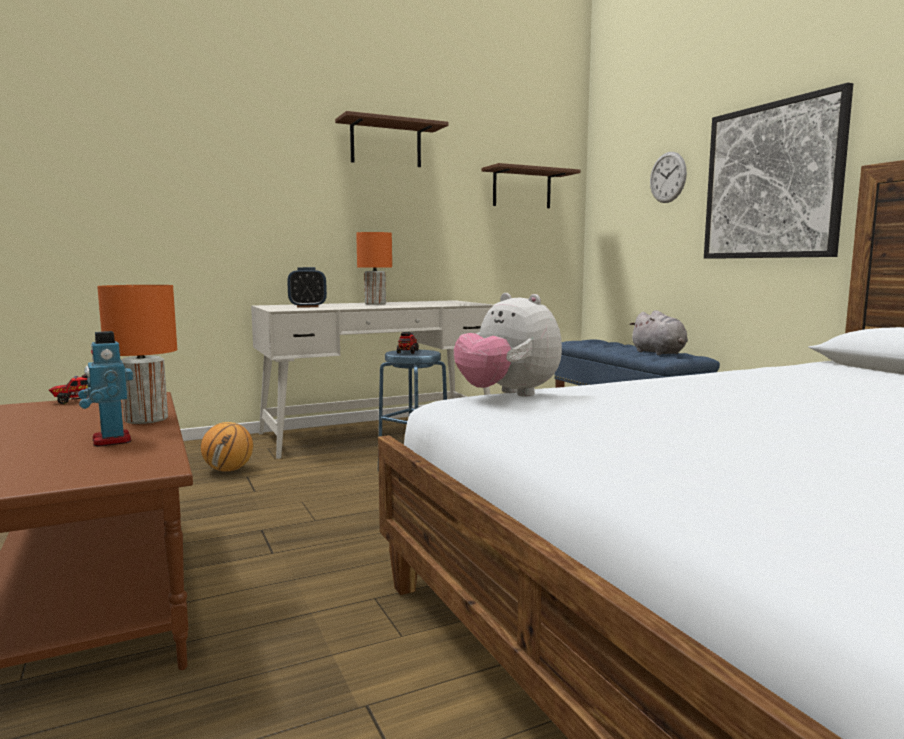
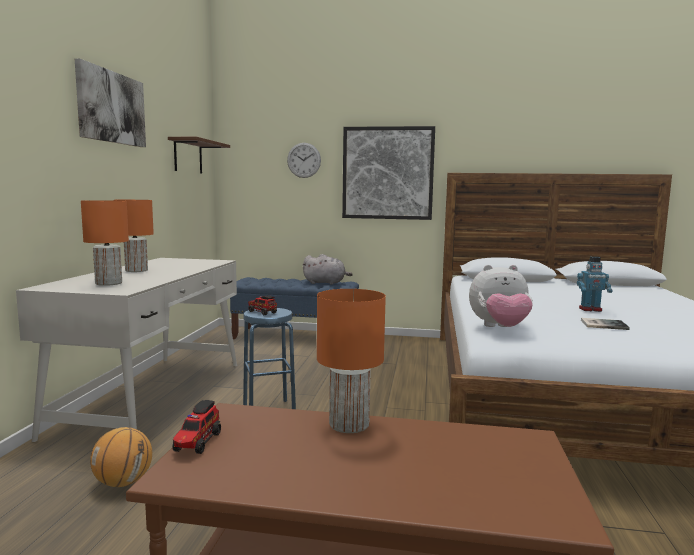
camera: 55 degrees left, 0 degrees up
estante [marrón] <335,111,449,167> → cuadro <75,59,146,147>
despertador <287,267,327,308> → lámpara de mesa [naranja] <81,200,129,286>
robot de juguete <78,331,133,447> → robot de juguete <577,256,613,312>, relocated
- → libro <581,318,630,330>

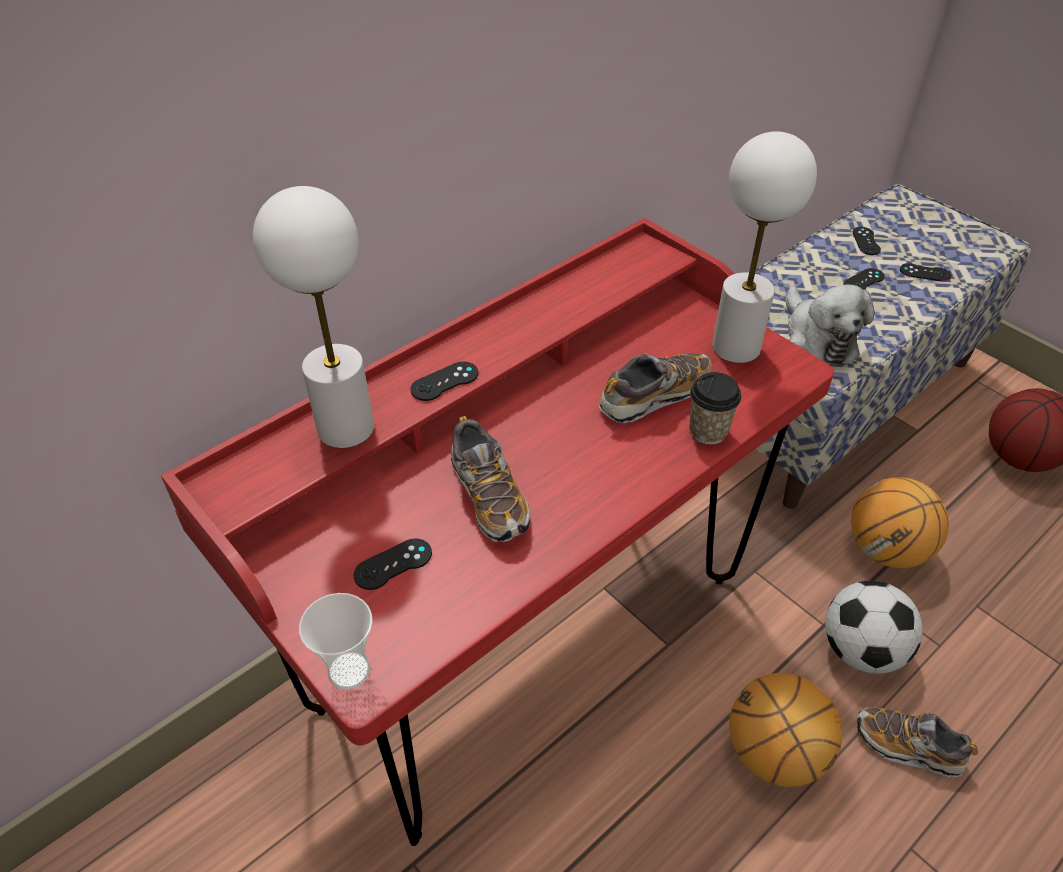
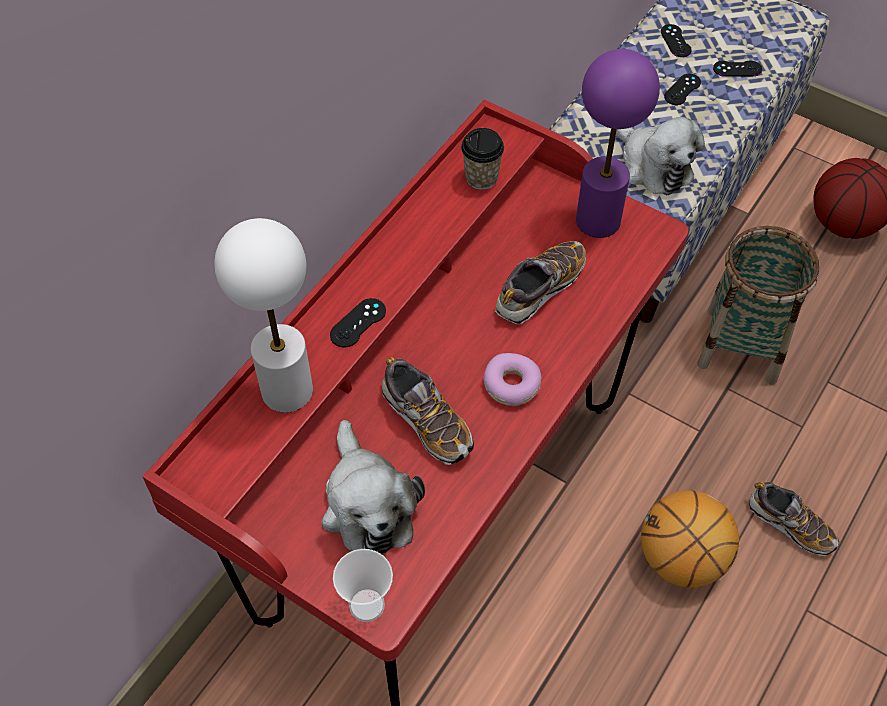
camera: 15 degrees left, 10 degrees up
lámpara de mesa [blanco] <712,131,817,363> → lámpara de mesa [morado] <576,49,660,238>
taza <690,372,741,444> → taza <461,128,504,190>, relocated
balón de baloncesto <851,477,949,568> → cesta <697,226,819,385>
mando de consola [negro] <354,538,432,590> → peluche <322,420,425,554>
balón de fútbol <825,581,923,674> → -
zapato <857,707,978,777> → zapato <749,482,839,556>, 150 degrees counterclockwise
- → rosquilla <483,353,542,406>

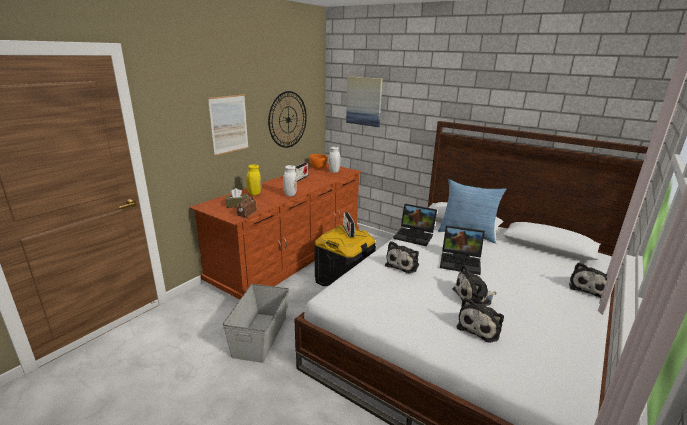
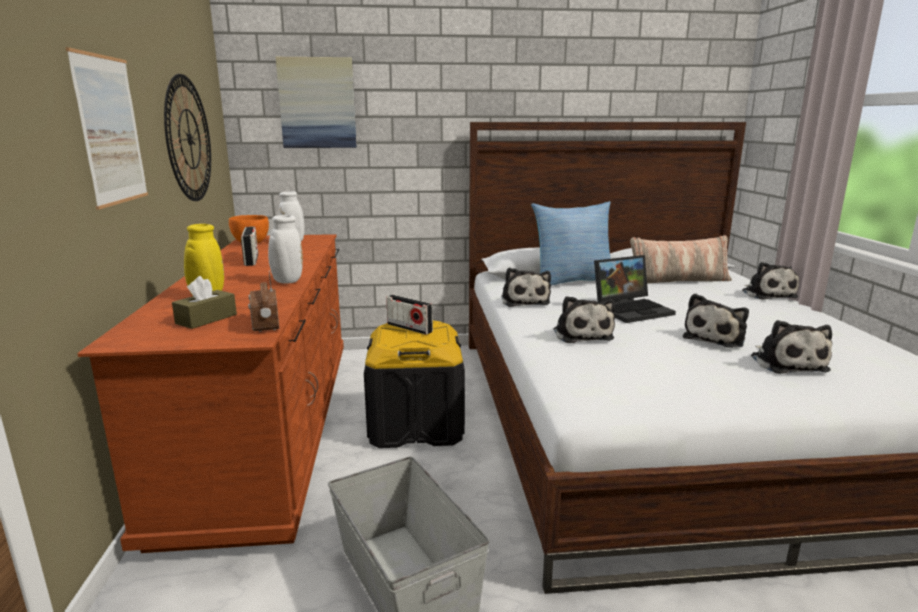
camera: 40 degrees left, 5 degrees down
portátil <393,204,437,246> → peluche <501,268,551,307>
- → cojín <630,235,732,283>

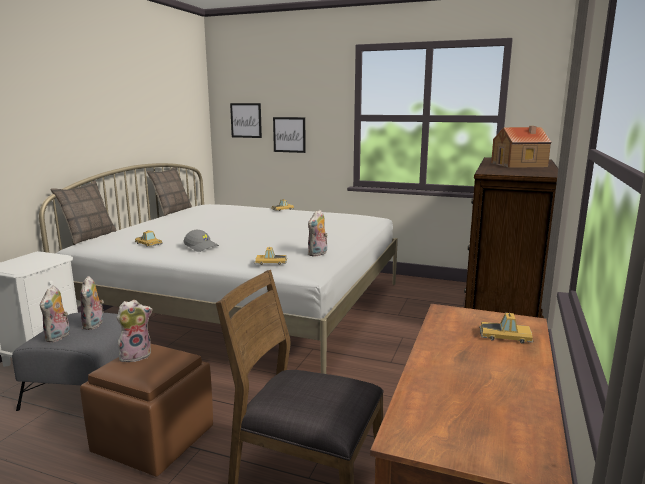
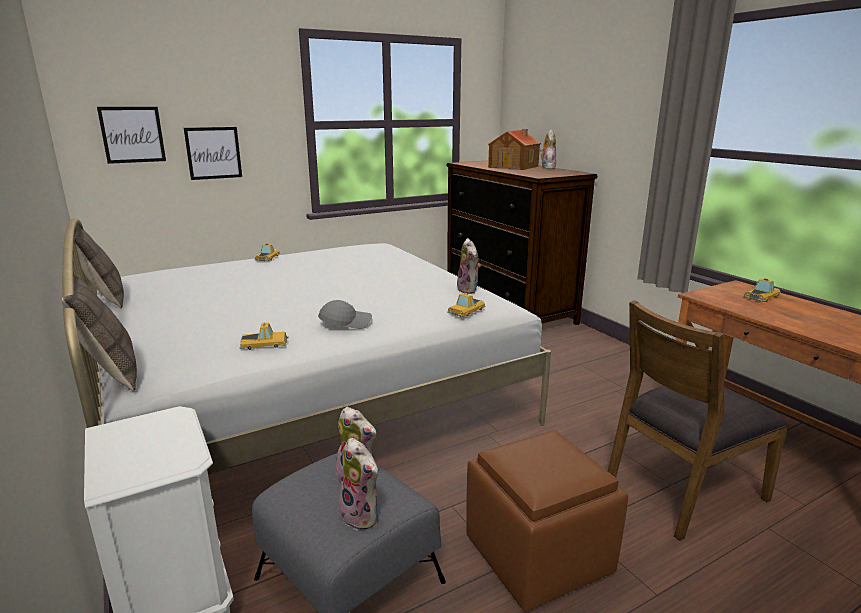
camera: 50 degrees left, 5 degrees up
peluche <117,300,153,364> → peluche <540,130,556,169>, relocated

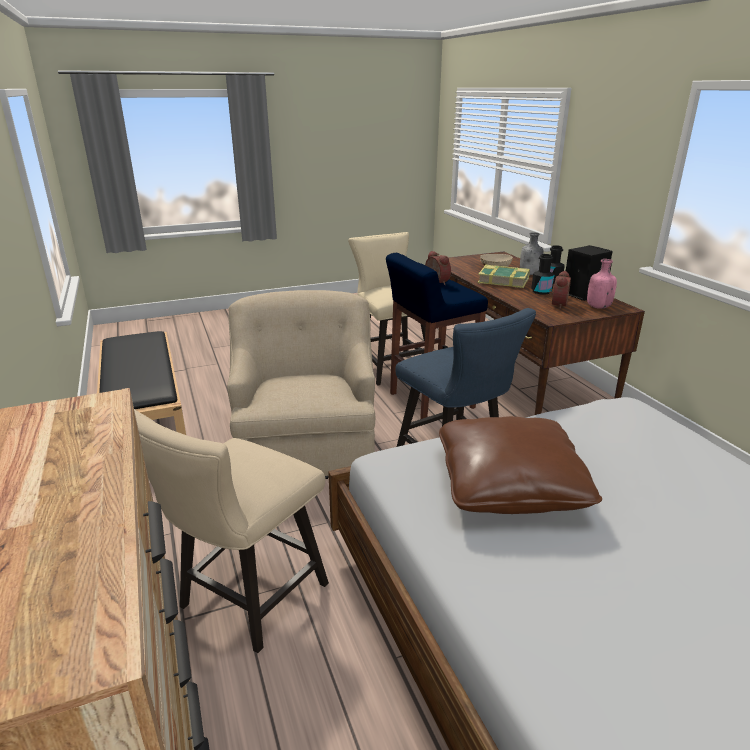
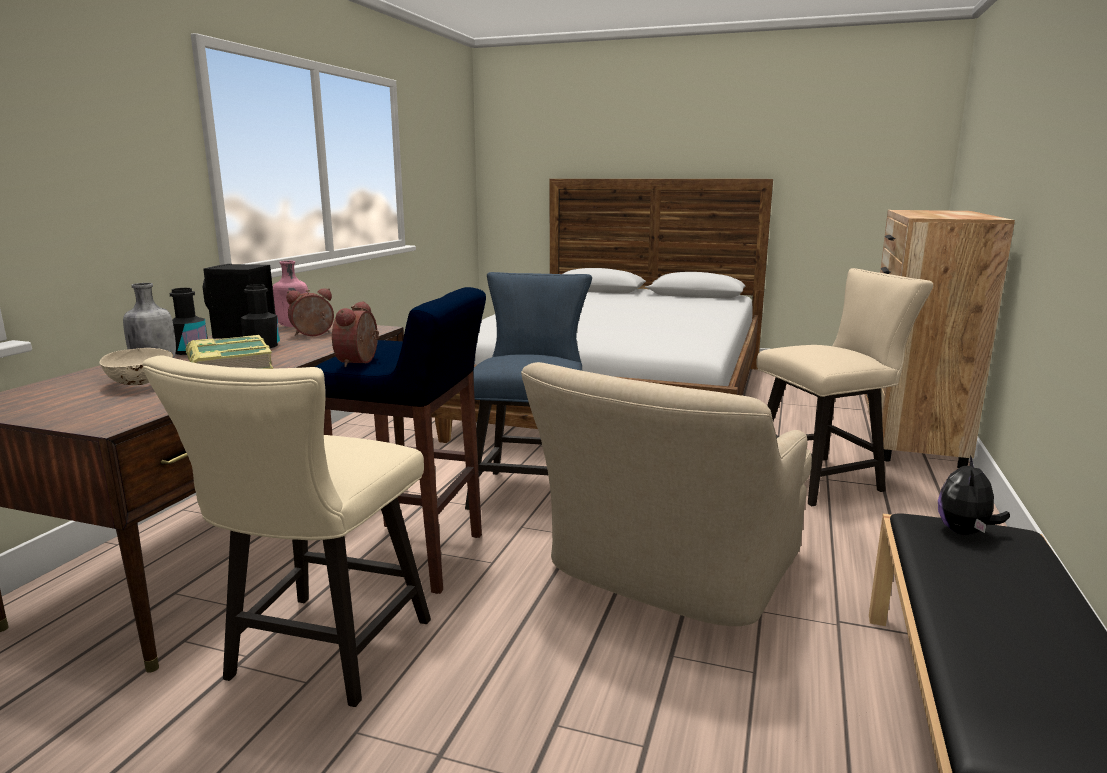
camera: 140 degrees left, 10 degrees down
cojín [marrón] <439,416,602,514> → -
- → peluche <938,455,1010,535>

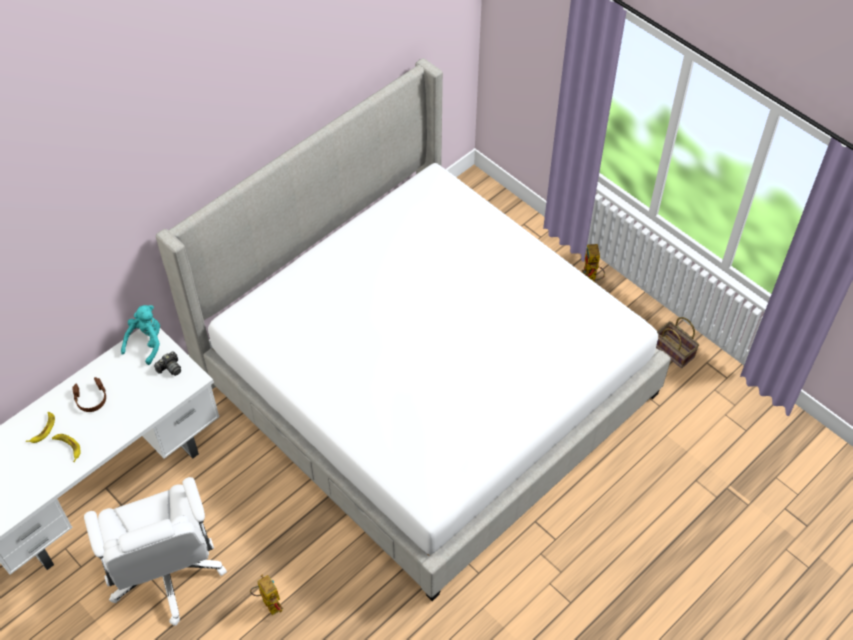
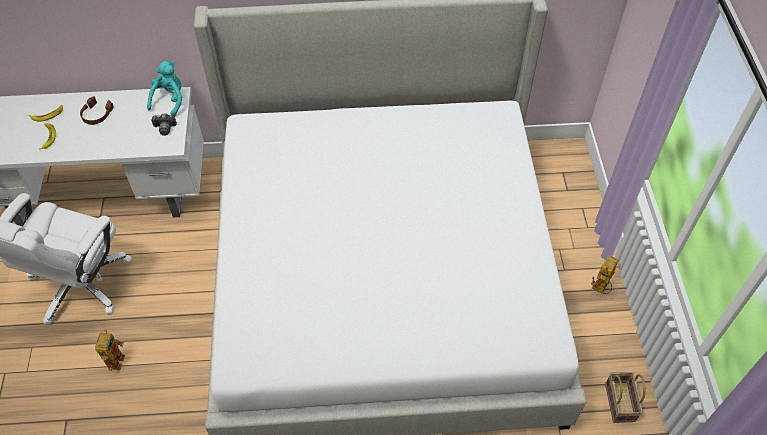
camera: 40 degrees right, 0 degrees up
peluche [turquesa] <121,305,160,365> → peluche [turquesa] <147,61,182,117>, 45 degrees counterclockwise

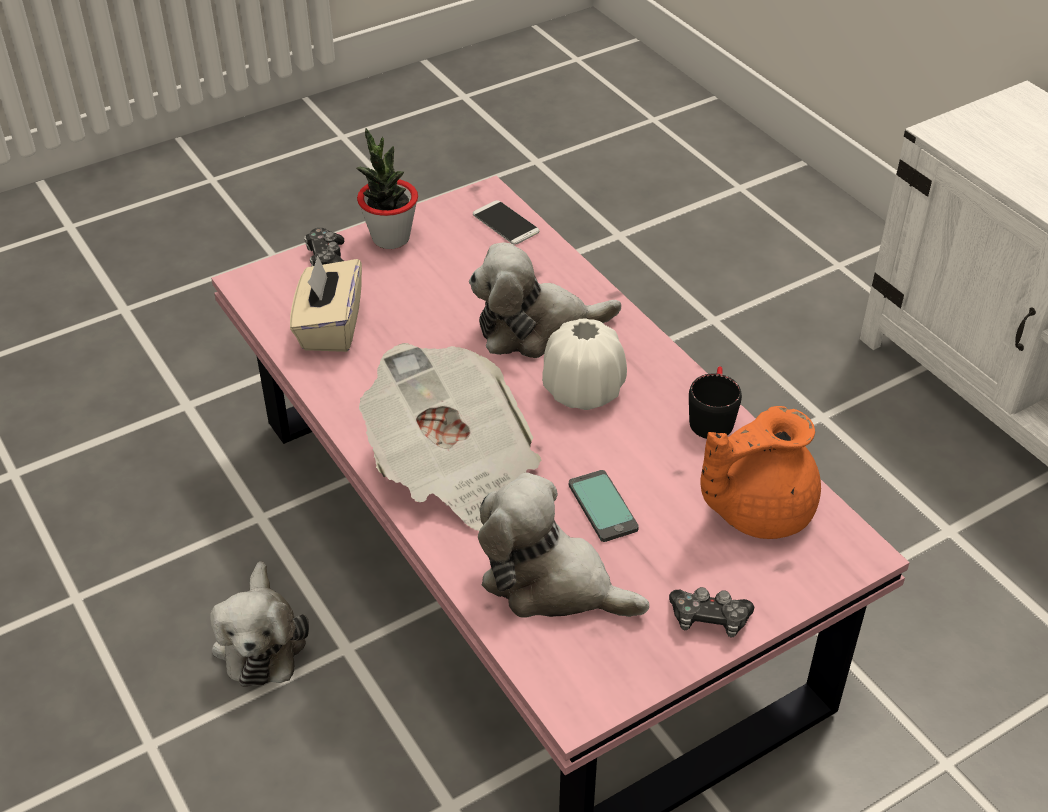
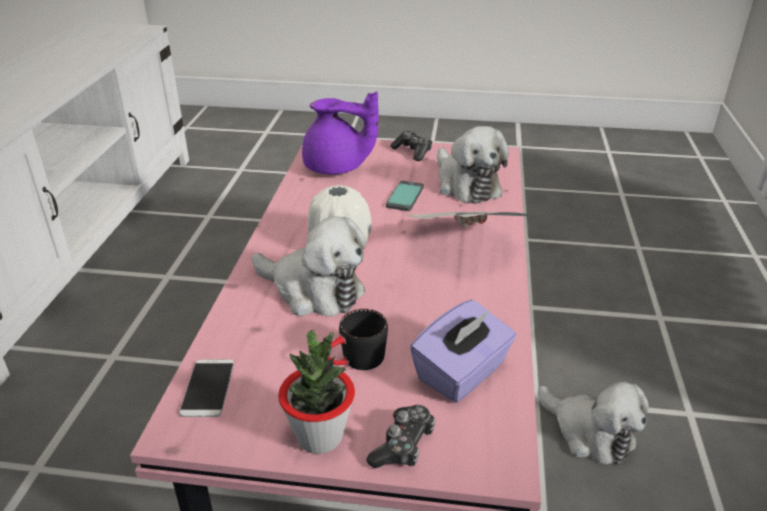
camera: 140 degrees left, 10 degrees down
caja de pañuelos [beis] <290,255,362,352> → caja de pañuelos [morado] <410,300,517,402>
taza grande [negro] <689,366,742,439> → taza grande [negro] <328,309,388,370>, relocated
tetera [naranja] <700,406,821,539> → tetera [morado] <302,92,379,174>
peluche <210,561,309,687> → peluche <538,381,649,465>, 105 degrees clockwise

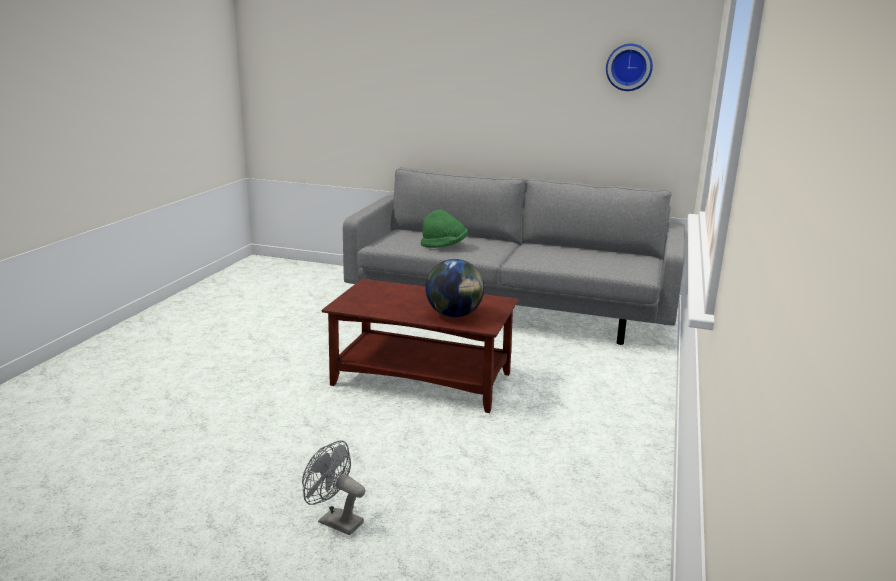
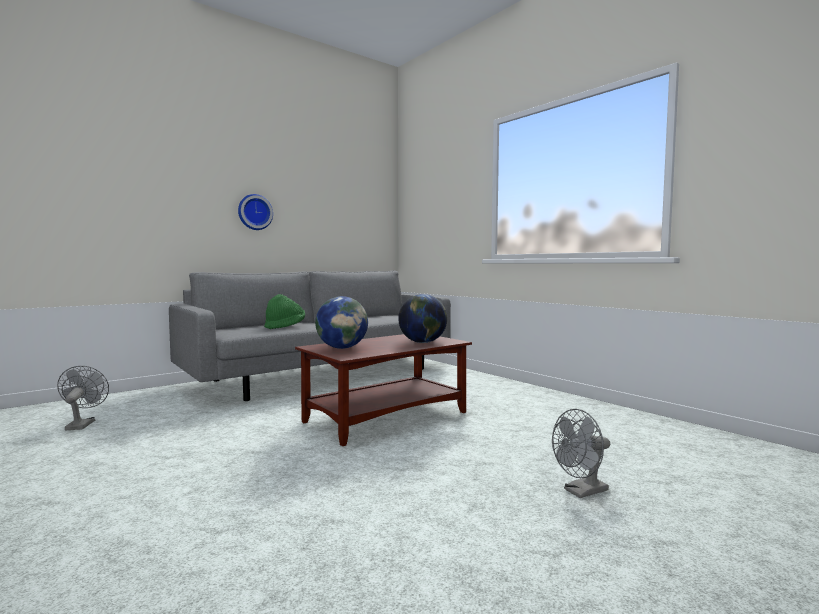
camera: 55 degrees left, 15 degrees down
reloj de pared <606,44,653,91> → reloj de pared <238,194,273,230>, relocated
- → globo terráqueo <315,296,368,349>
- → ventilador [gris] <57,366,109,430>

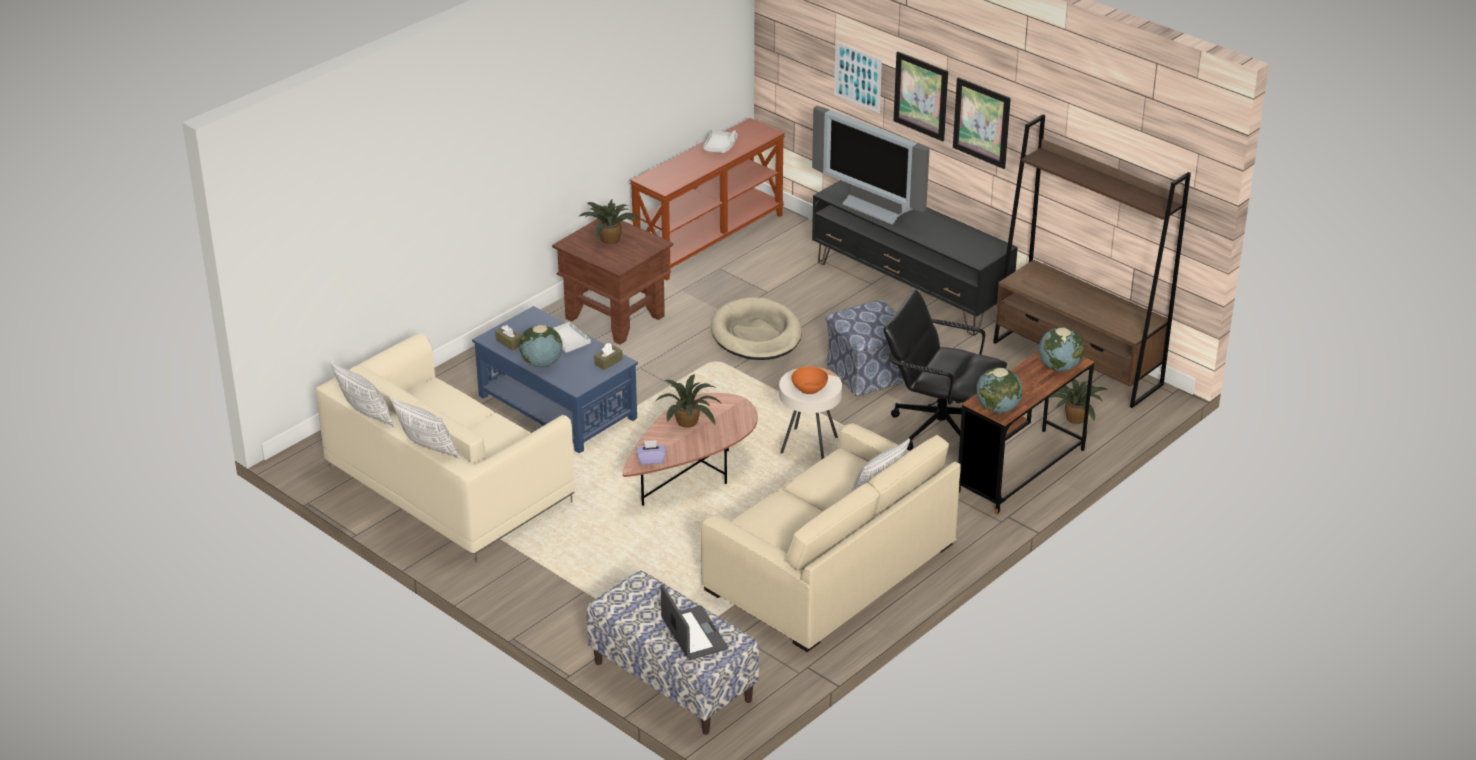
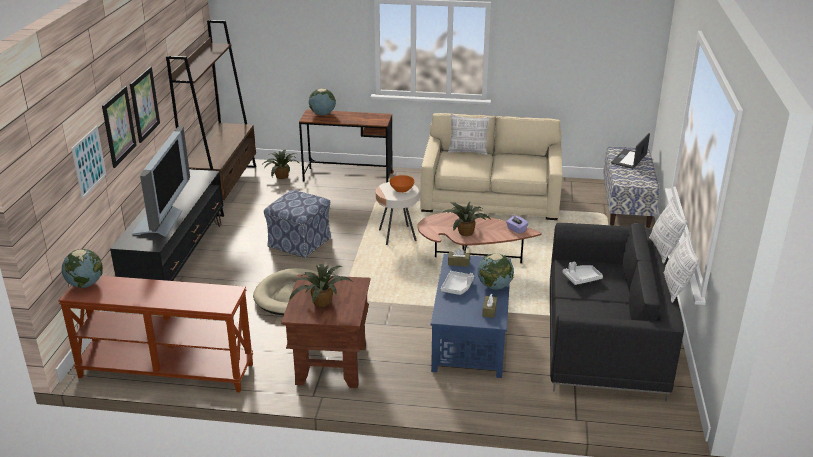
camera: 125 degrees left, 5 degrees down
bandeja [gris] <703,130,738,153> → bandeja [gris] <562,262,603,285>, relocated
silla de oficina [negro] <883,289,1007,451> → -
sofá [beis] <315,333,575,563> → sofá [negro] <550,223,684,401>
globo terráqueo <976,367,1022,413> → globo terráqueo <62,249,103,288>, relocated

